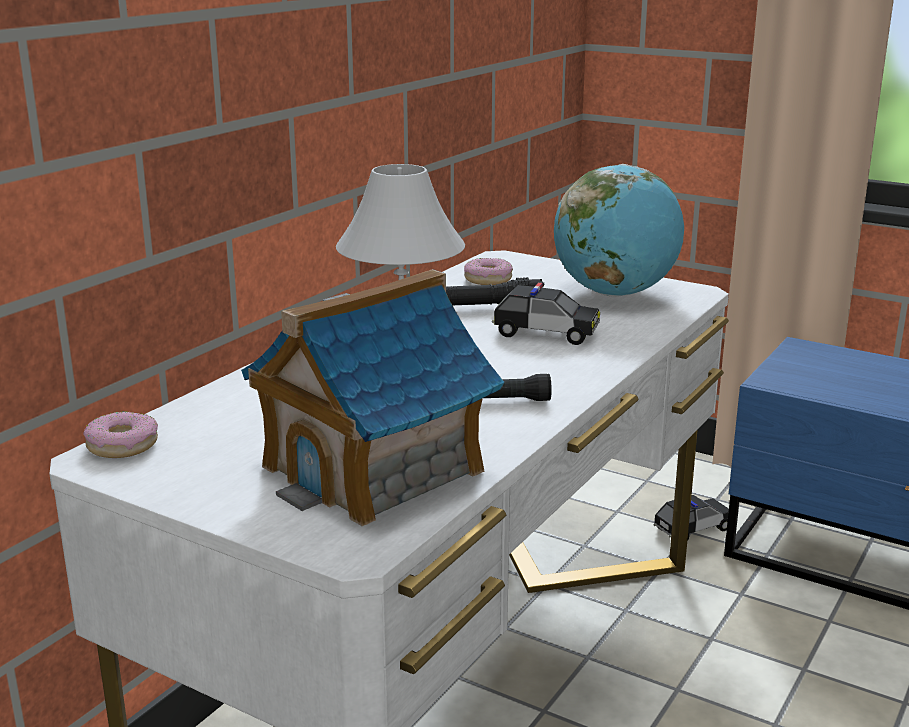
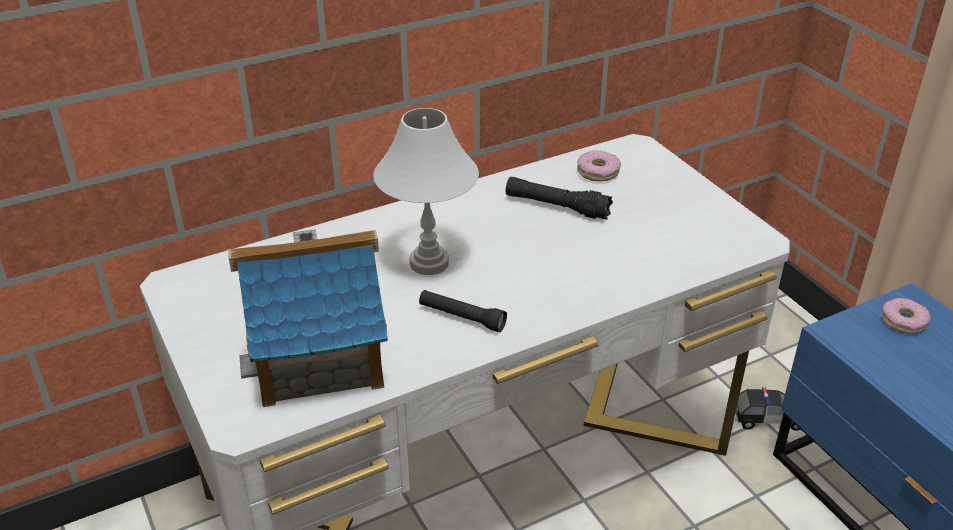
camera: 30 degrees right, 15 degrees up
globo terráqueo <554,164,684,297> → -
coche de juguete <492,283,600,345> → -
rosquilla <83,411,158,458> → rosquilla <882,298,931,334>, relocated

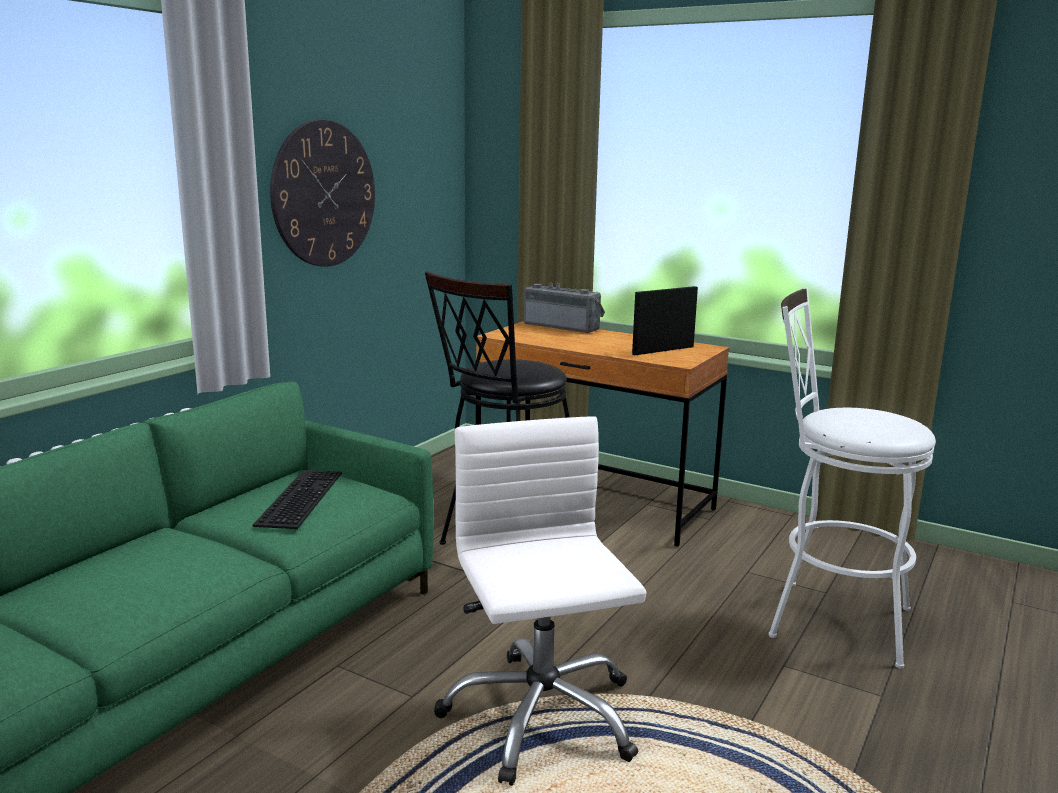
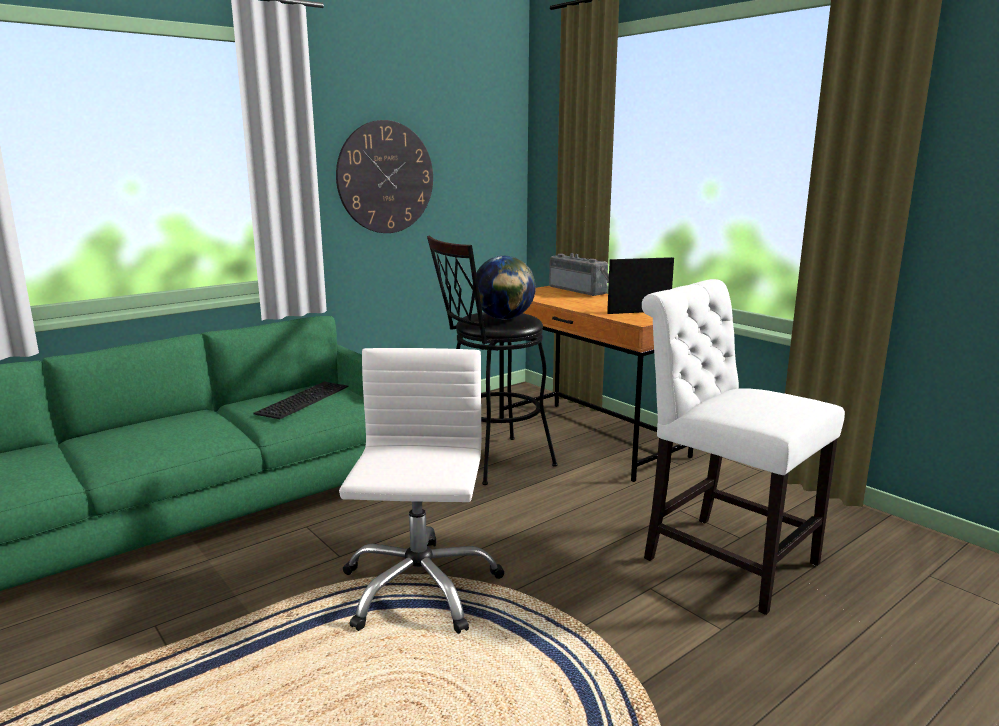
camera: 20 degrees right, 0 degrees up
taburete [blanco] <768,288,936,669> → silla [blanco] <642,279,845,615>
- → globo terráqueo <473,256,536,320>

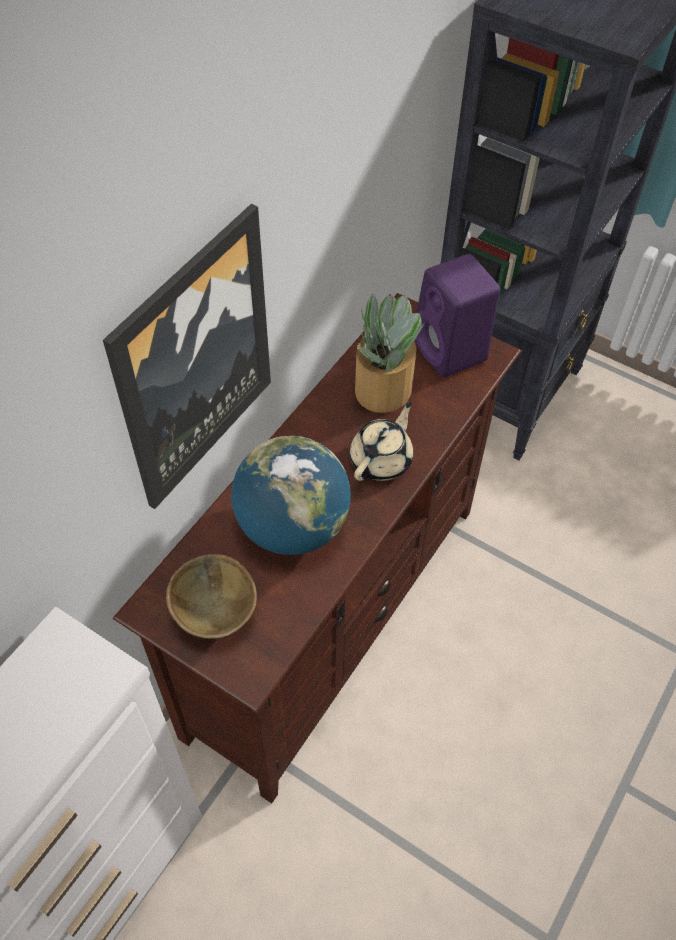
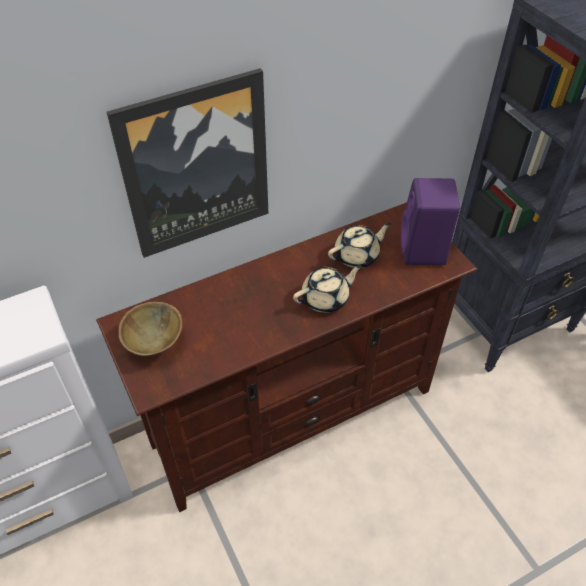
camera: 30 degrees right, 5 degrees down
planta en maceta <355,294,425,413> → tetera [beis] <328,223,391,268>
globo terráqueo <231,436,351,555> → -

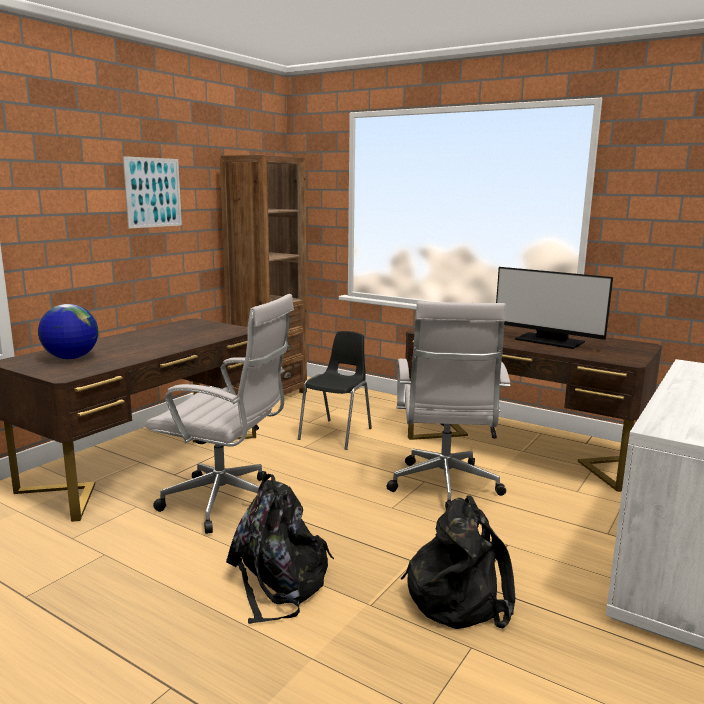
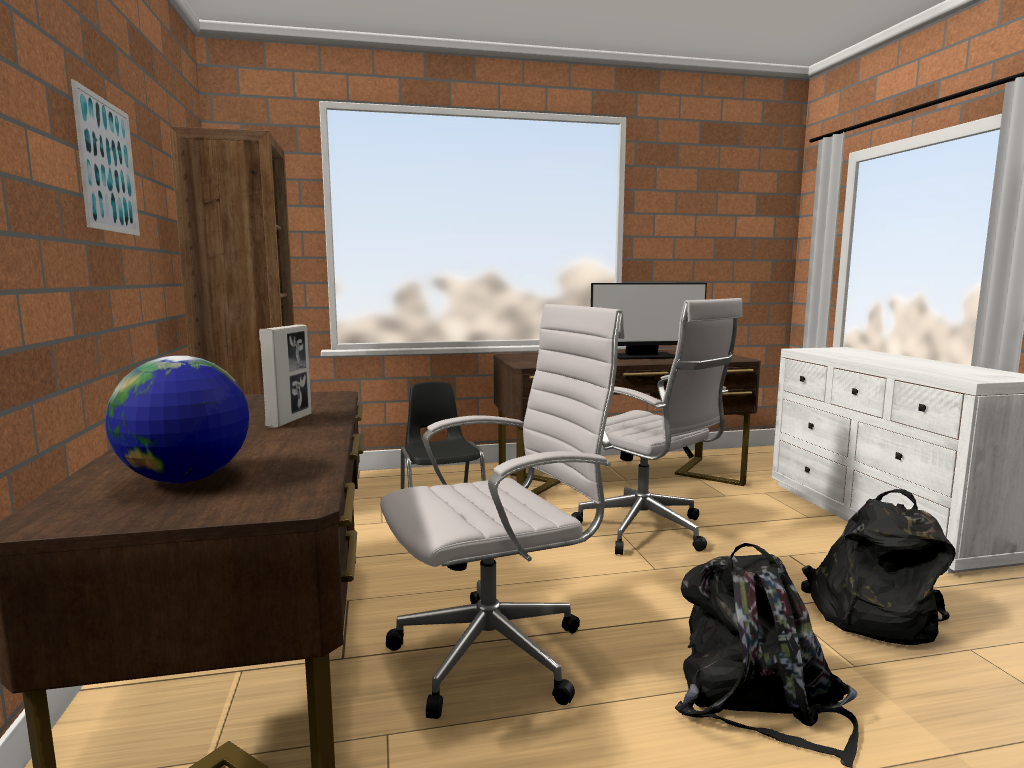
camera: 45 degrees left, 5 degrees down
- → portarretratos <259,324,312,428>

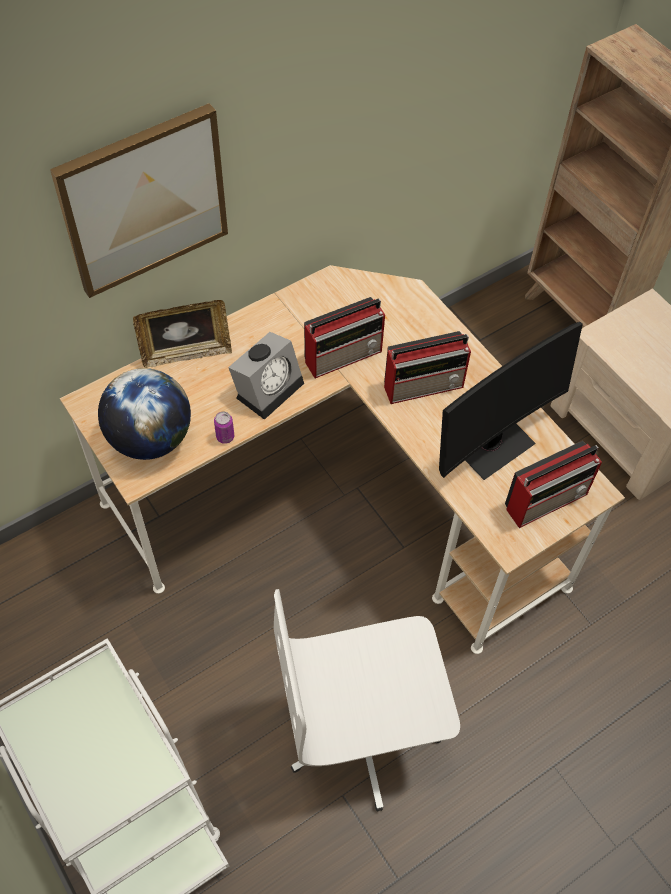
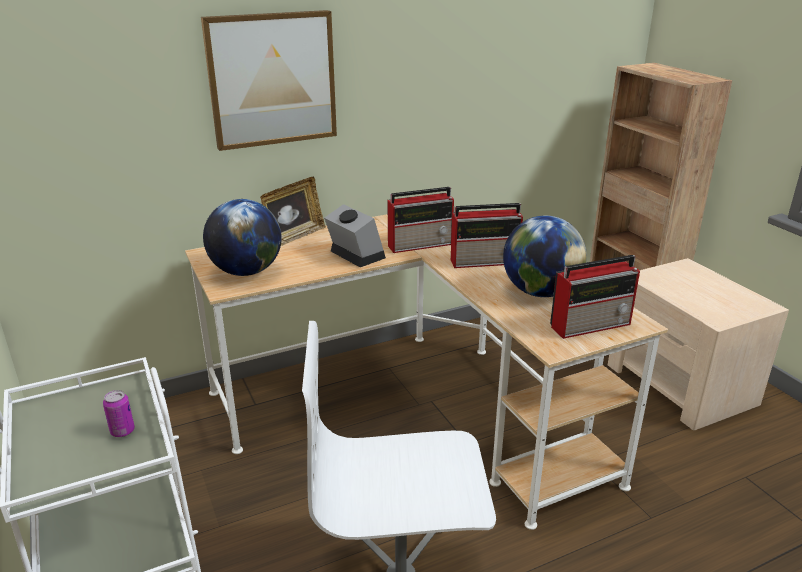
camera: 10 degrees right, 30 degrees down
portarretratos <133,300,232,368> → portarretratos <260,177,326,246>, 45 degrees counterclockwise
monitor <439,322,583,480> → globo terráqueo <503,215,587,297>
despertador <228,332,304,420> → despertador <324,204,386,267>, 90 degrees counterclockwise
lata <214,411,234,444> → lata <103,390,135,437>, relocated

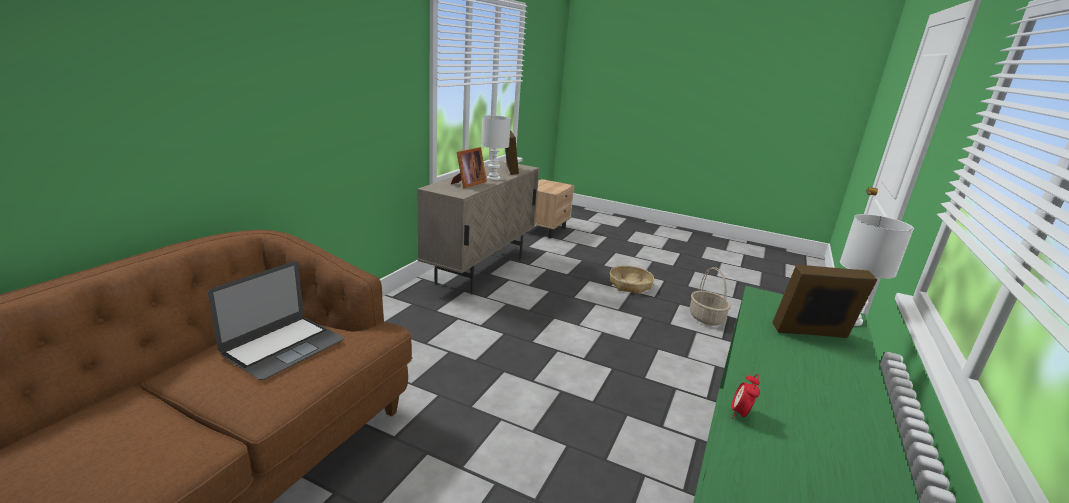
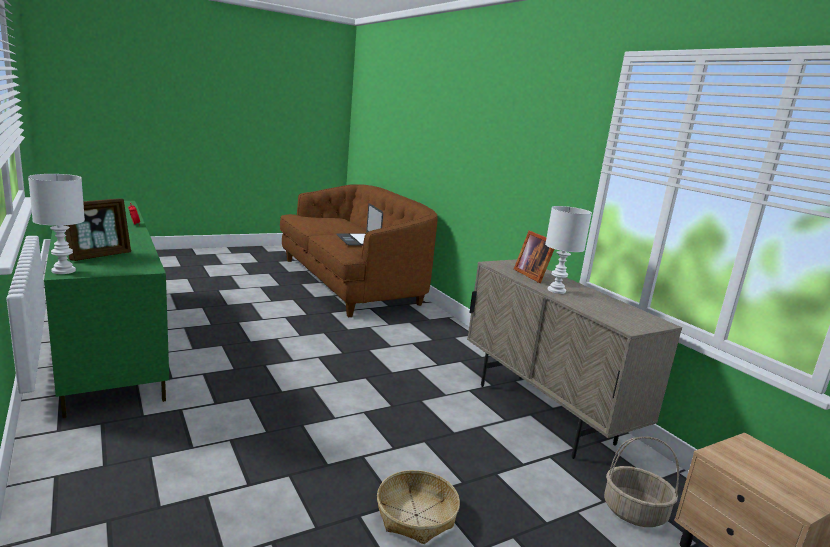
camera: 125 degrees right, 5 degrees down
portarretratos <505,130,519,175> → -
cesta <690,267,731,326> → cesta <604,437,679,527>, relocated

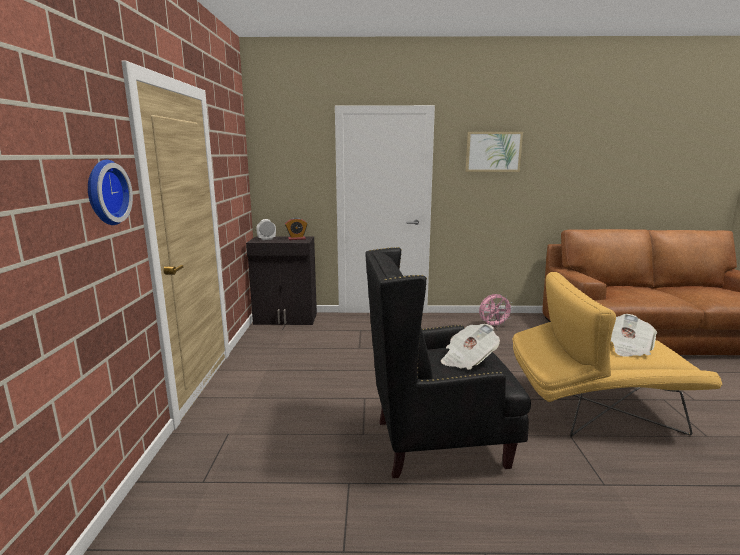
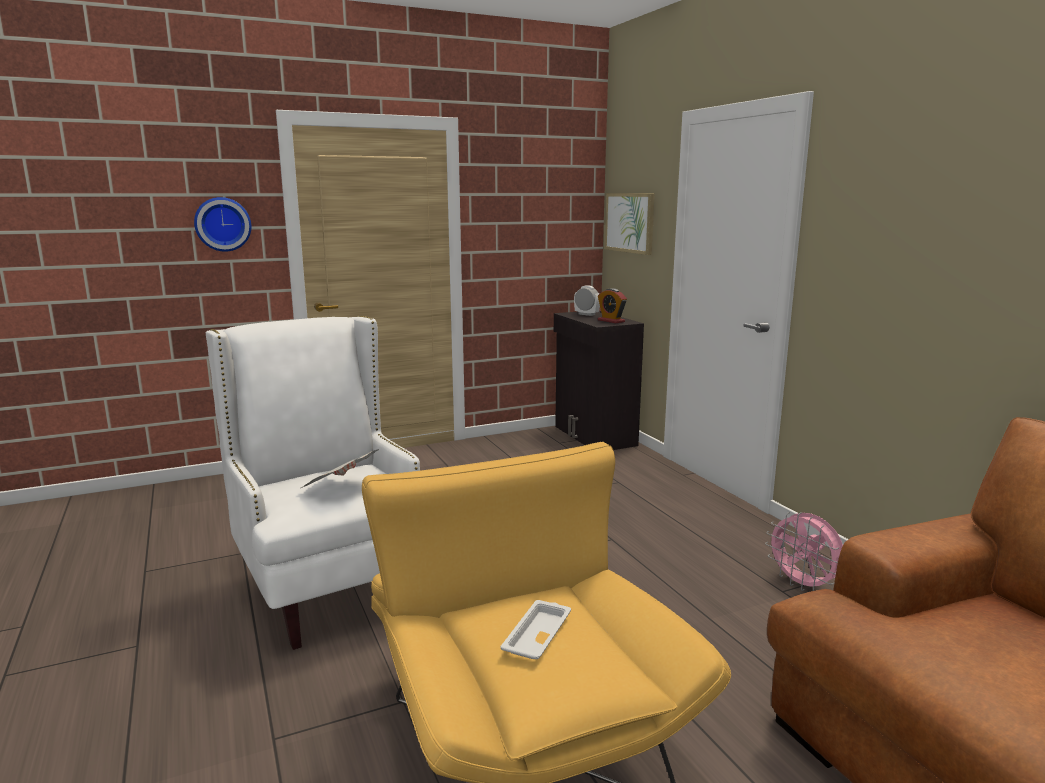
camera: 65 degrees right, 0 degrees up
cuadro <466,132,523,172> → cuadro <605,193,655,255>, relocated
sillón [negro] <365,247,531,478> → sillón [blanco] <206,316,420,650>
periódico <611,314,657,357> → bandeja [blanco] <501,600,571,659>

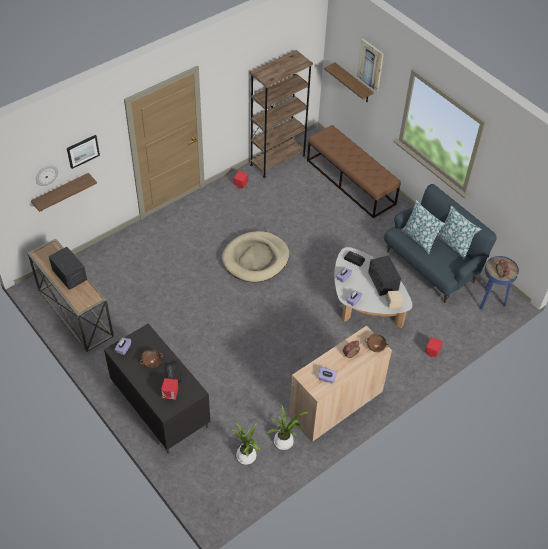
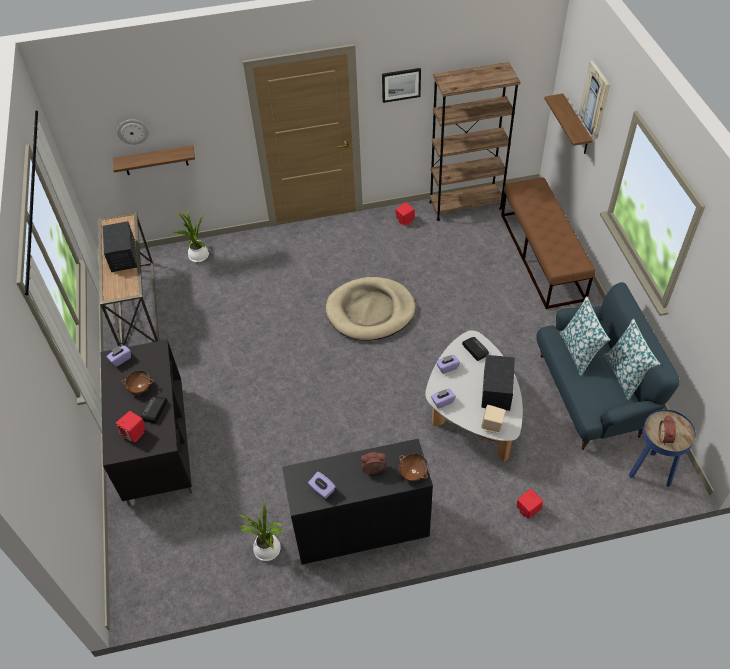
camera: 30 degrees right, 0 degrees up
cuadro <67,135,100,169> → cuadro <382,68,421,103>, relocated
armario [beis] <289,326,392,442> → armario [negro] <282,439,433,565>
planta en maceta <231,422,260,465> → planta en maceta <173,210,209,262>, relocated

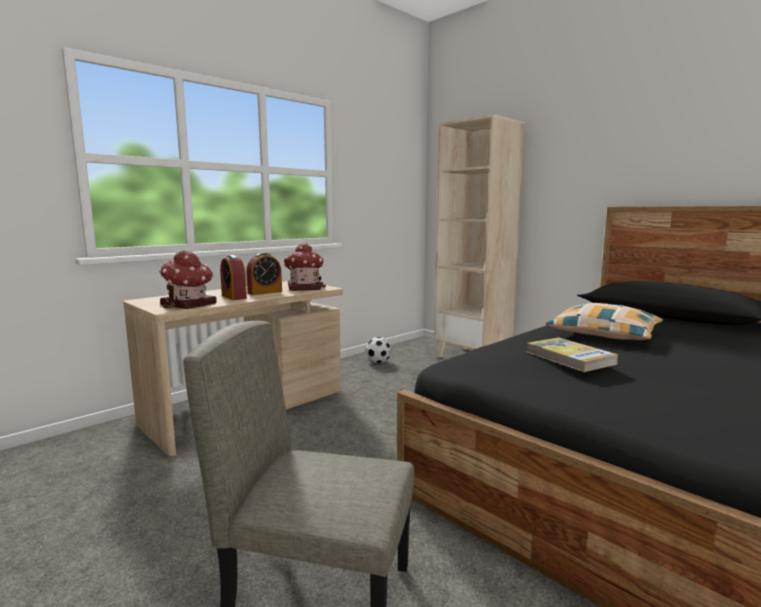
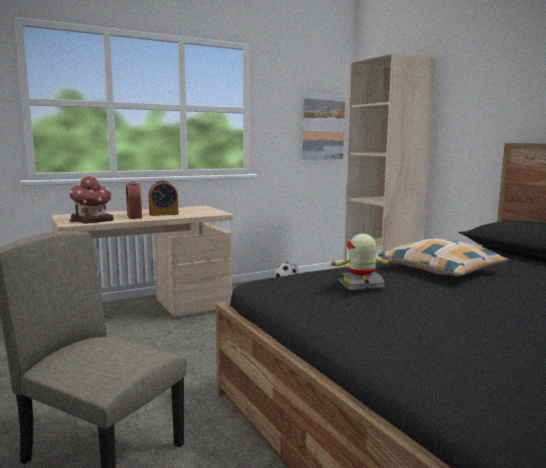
camera: 15 degrees right, 0 degrees up
casita <284,243,326,291> → -
libro <527,337,618,372> → robot de juguete <328,234,394,290>
- → cuadro <303,93,345,160>

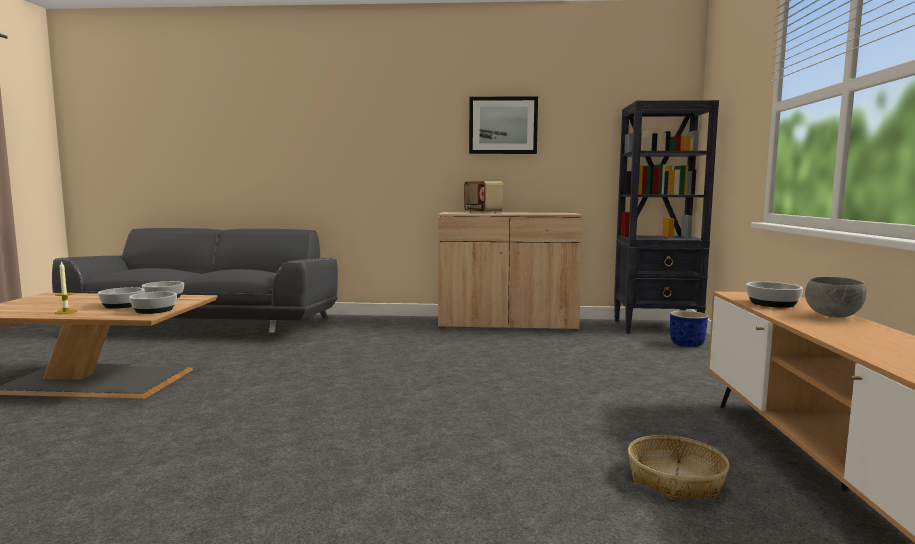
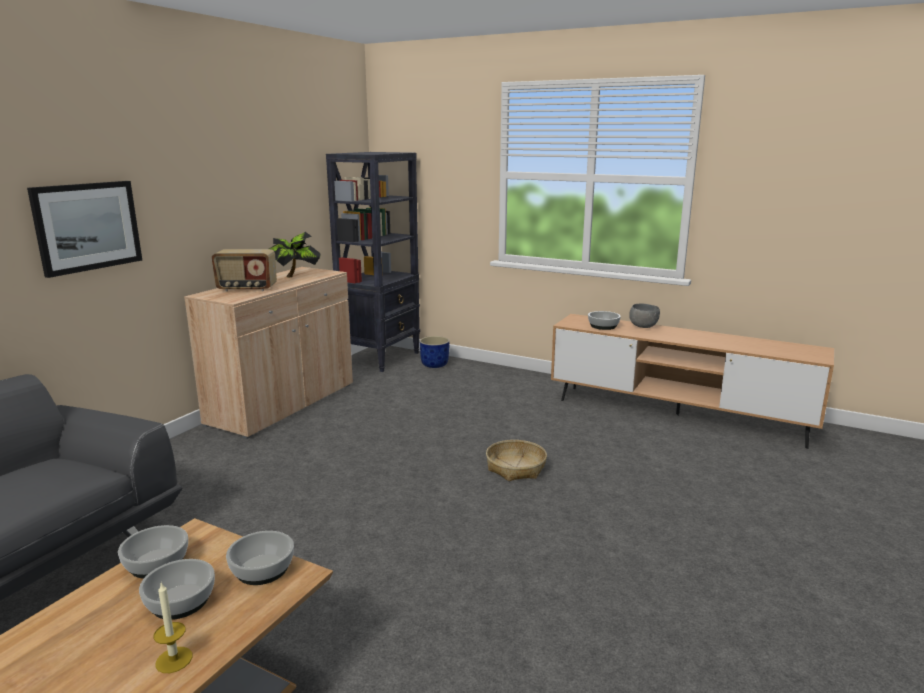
camera: 65 degrees left, 10 degrees up
cuadro <469,96,538,154> → cuadro <27,181,142,278>, relocated
cesta <628,435,730,500> → cesta <486,440,547,481>, relocated
- → planta en maceta <269,232,321,277>

